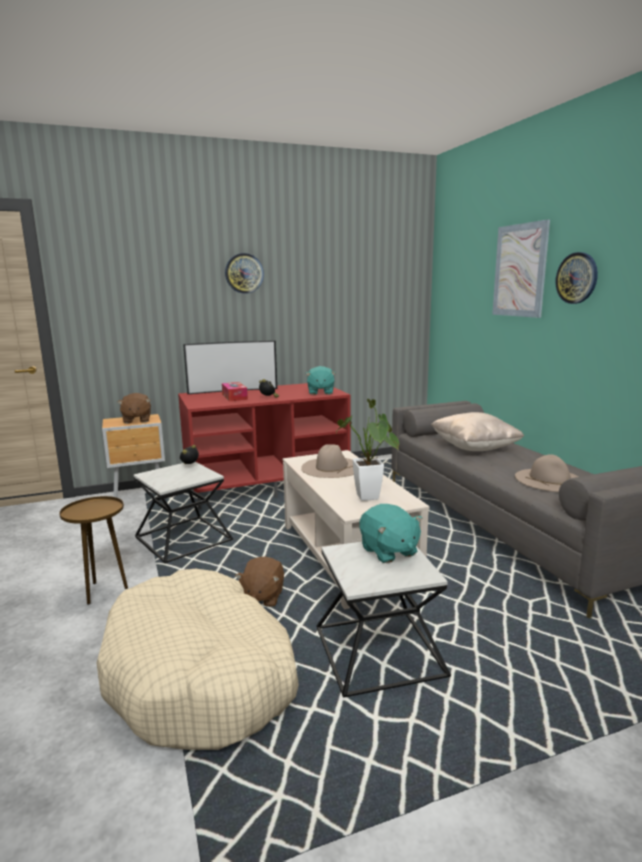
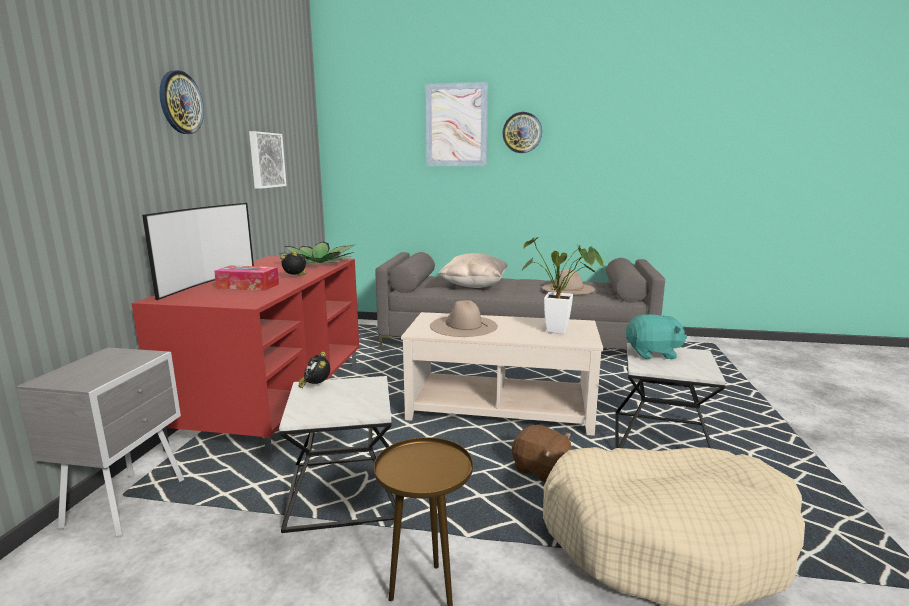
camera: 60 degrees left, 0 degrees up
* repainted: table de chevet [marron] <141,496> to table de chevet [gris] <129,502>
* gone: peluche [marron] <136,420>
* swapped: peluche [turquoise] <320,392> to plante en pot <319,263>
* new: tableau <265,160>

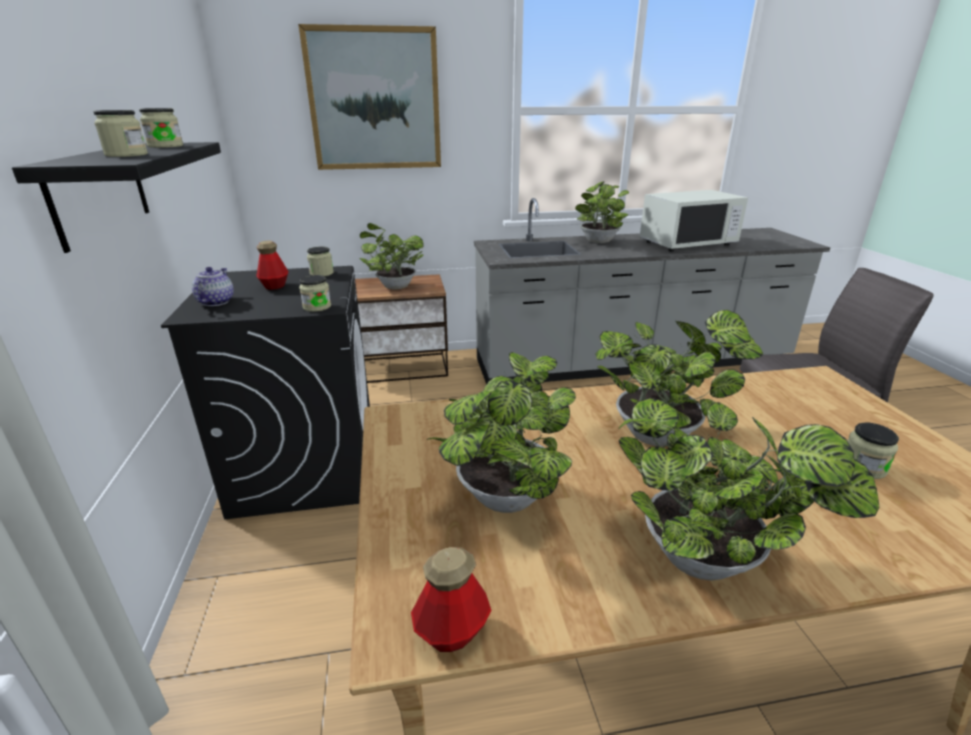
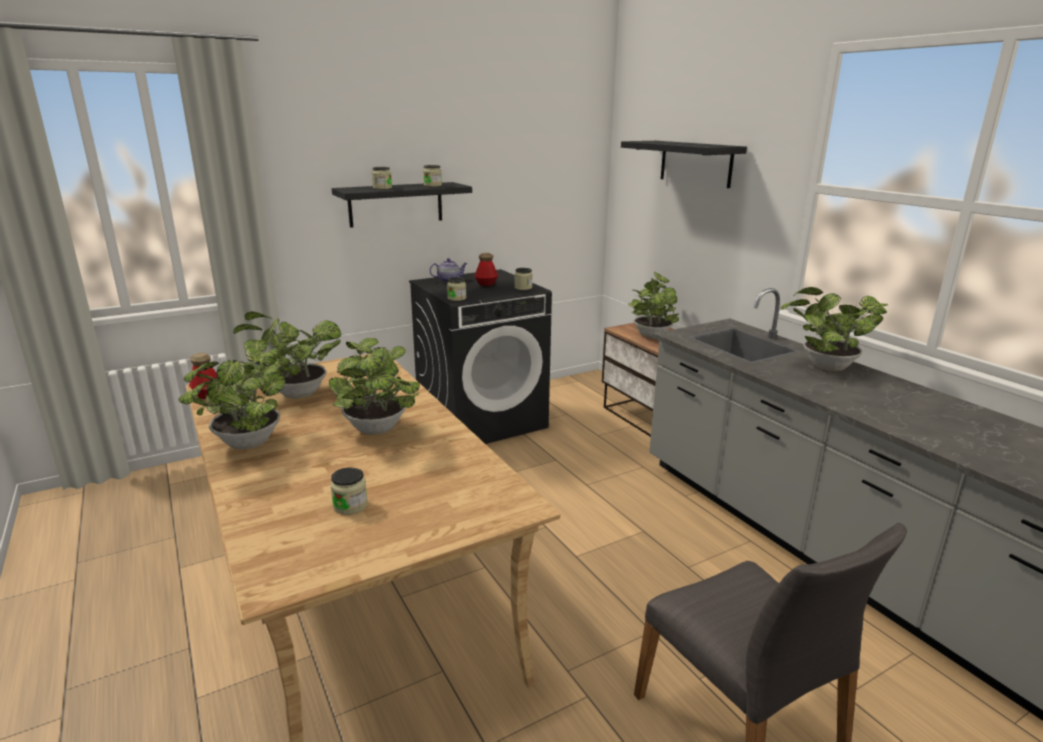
camera: 70 degrees right, 5 degrees down
* swapped: tableau <374,100> to étagère [noir] <695,163>
* gone: micro-ondes [blanc] <687,243>

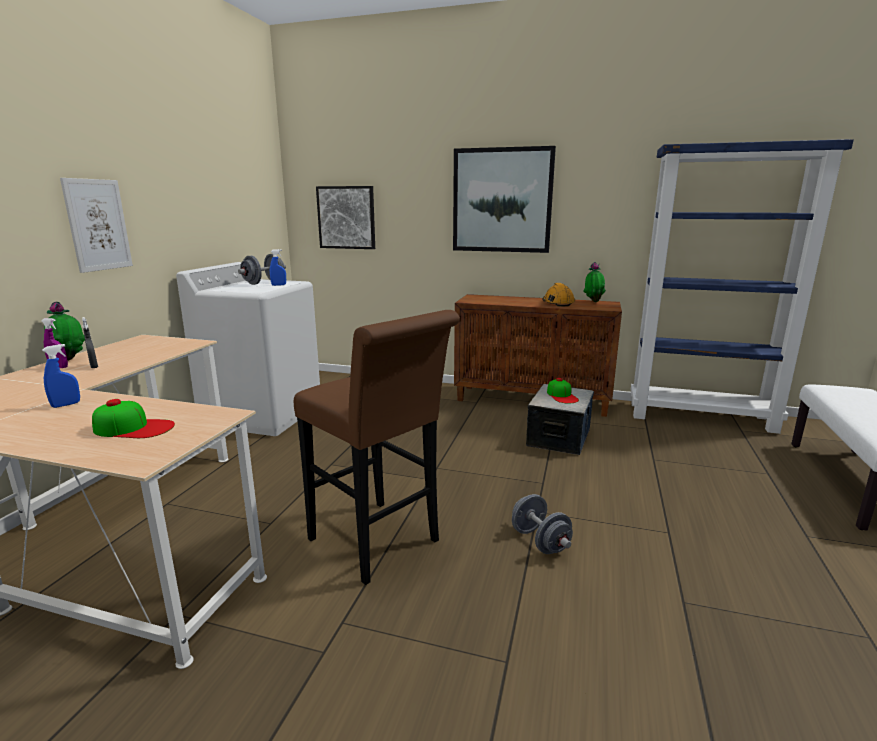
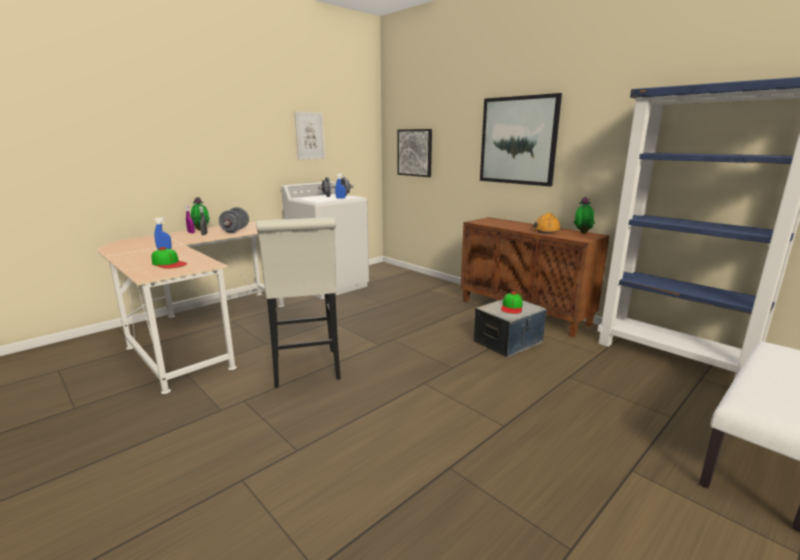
camera: 30 degrees right, 0 degrees up
* shifted: tableau <98,225> to <309,136>
* repainted: tabouret [marron] <379,544> to tabouret [blanc] <306,371>
* shifted: haltère [gris] <540,541> to <235,230>

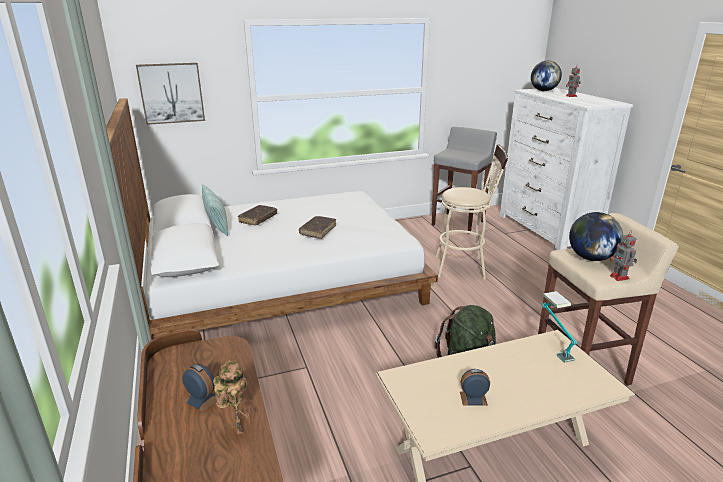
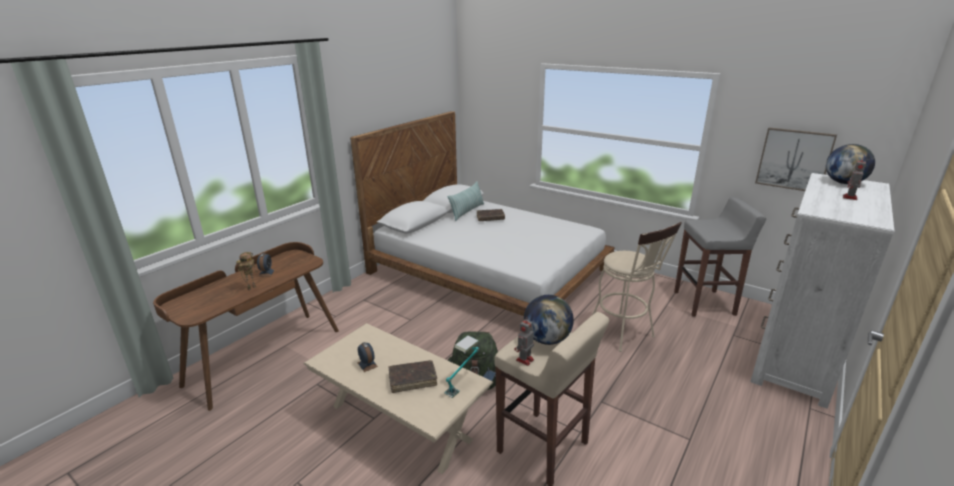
camera: 55 degrees right, 0 degrees up
* shifted: tableau <171,93> to <794,159>
* shifted: livre [marron] <318,231> to <412,380>

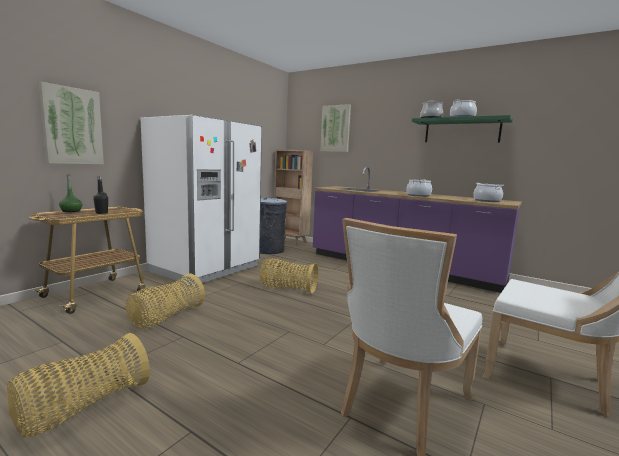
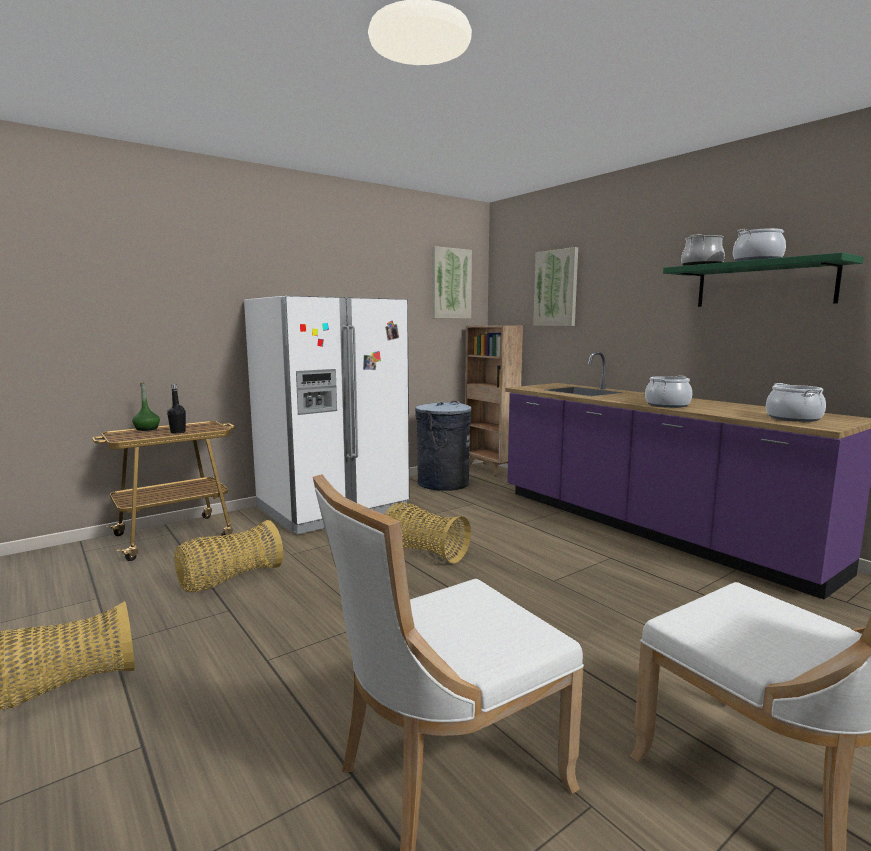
camera: 20 degrees right, 0 degrees up
* shifted: tableau <72,126> to <450,283>

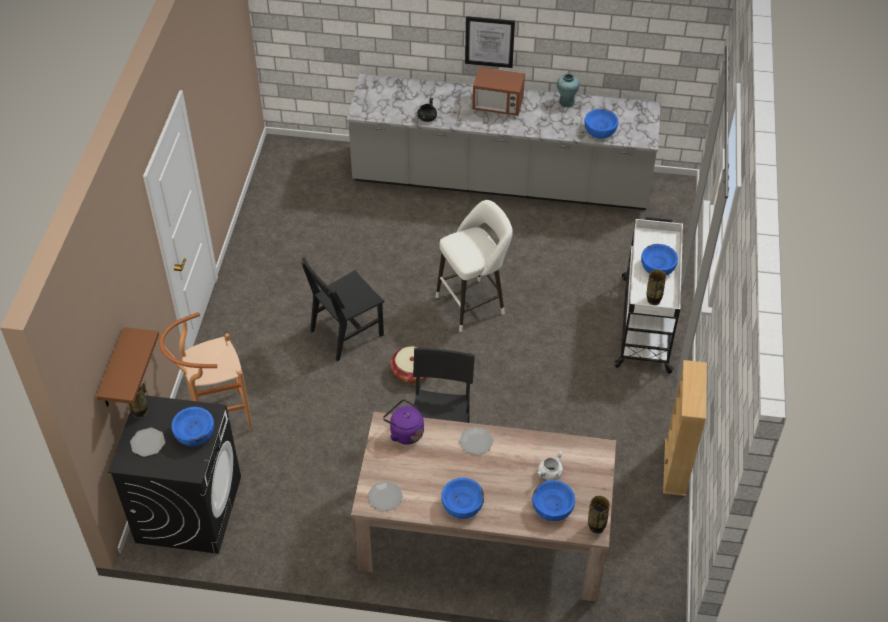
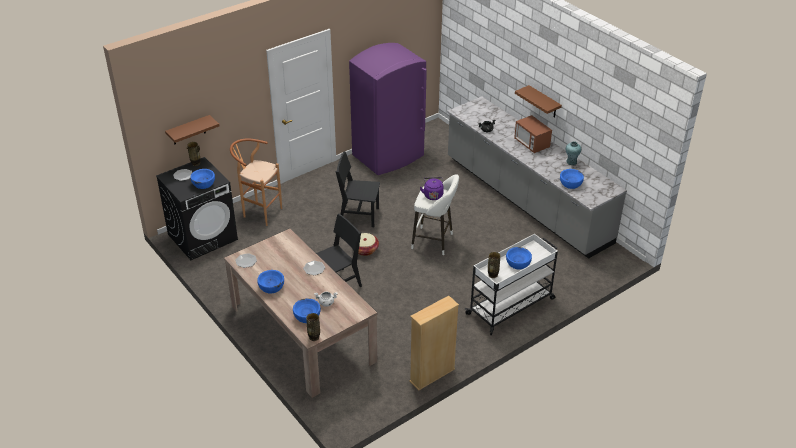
camera: 45 degrees right, 10 degrees down
* shifted: bouilloire [violet] <404,432> to <433,195>
* swapped: tableau <489,41> to étagère [marron] <544,102>
* new: réfrigérateur [violet] <389,156>

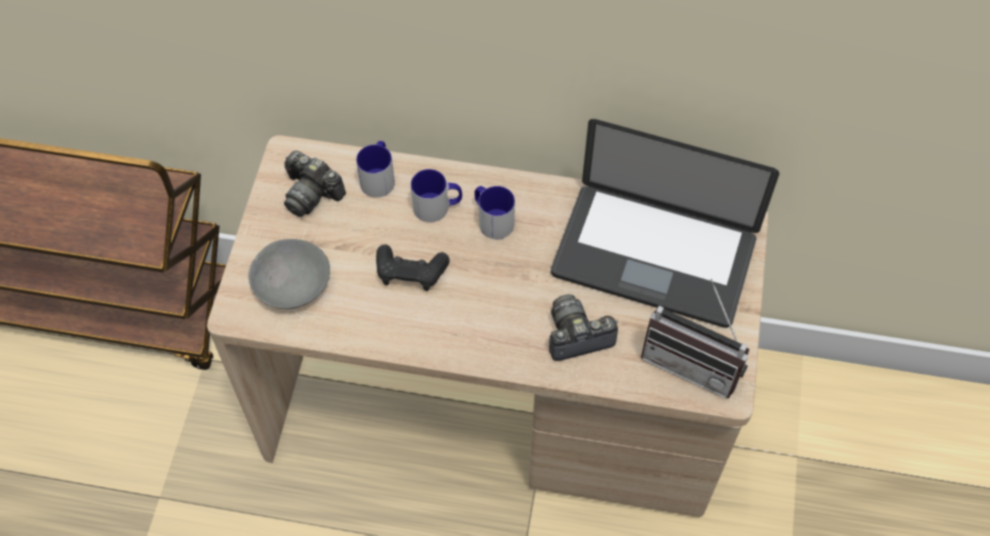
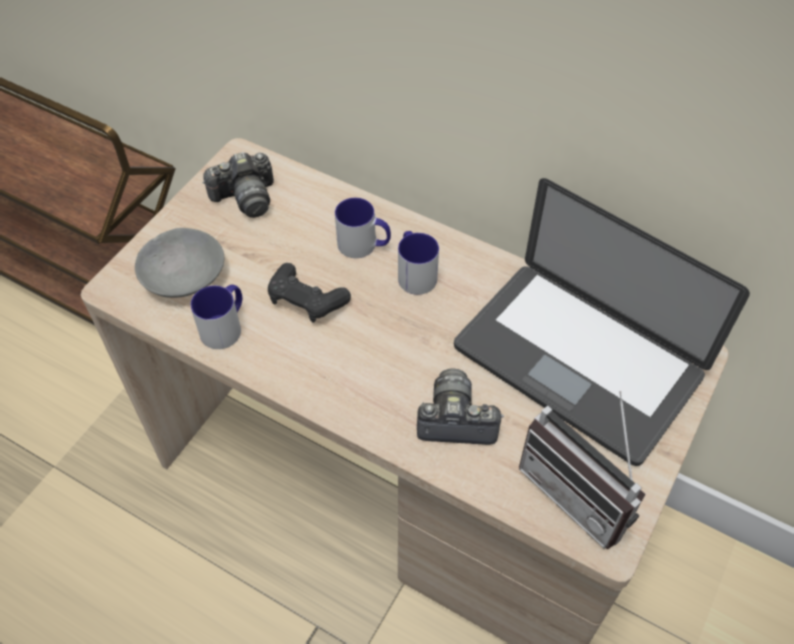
camera: 20 degrees right, 5 degrees down
* rotated: appareil photo <311,193> = <245,197> 75 degrees counterclockwise
* shifted: mug <379,177> to <225,326>

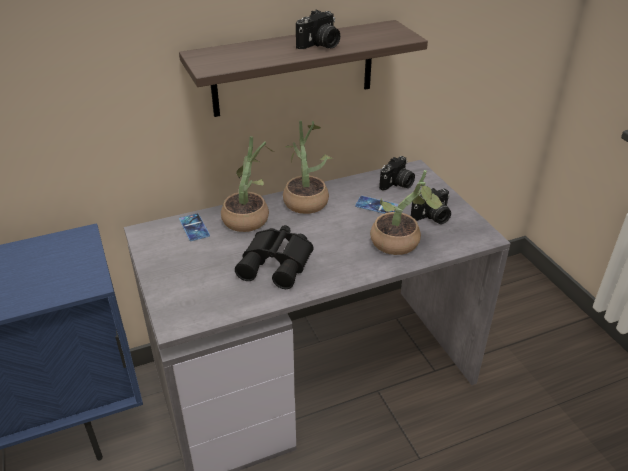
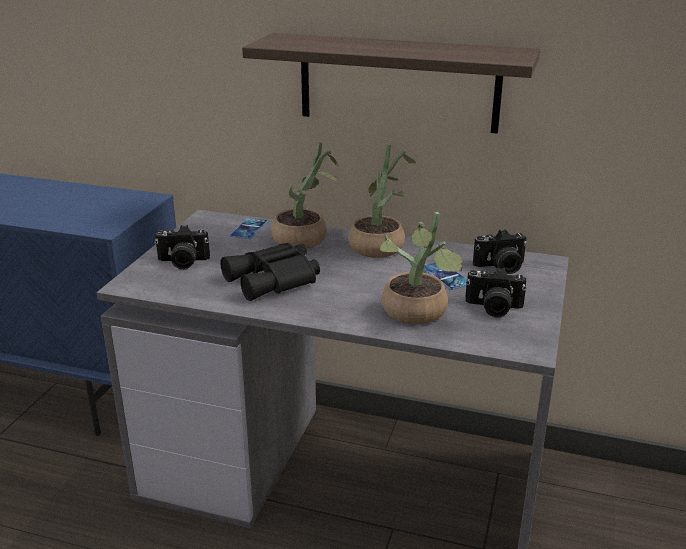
camera: 40 degrees right, 10 degrees down
* shifted: appareil photo <320,45> to <182,262>

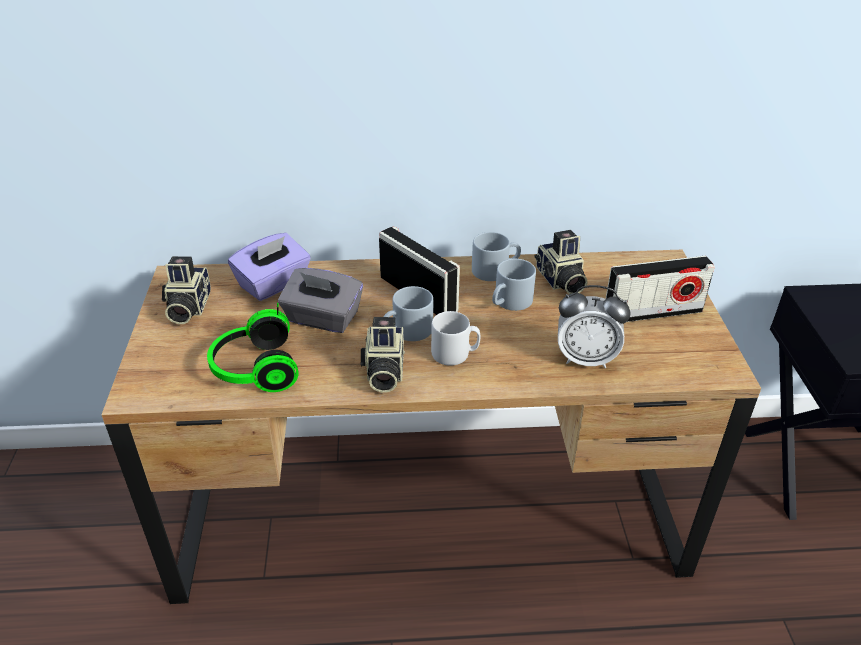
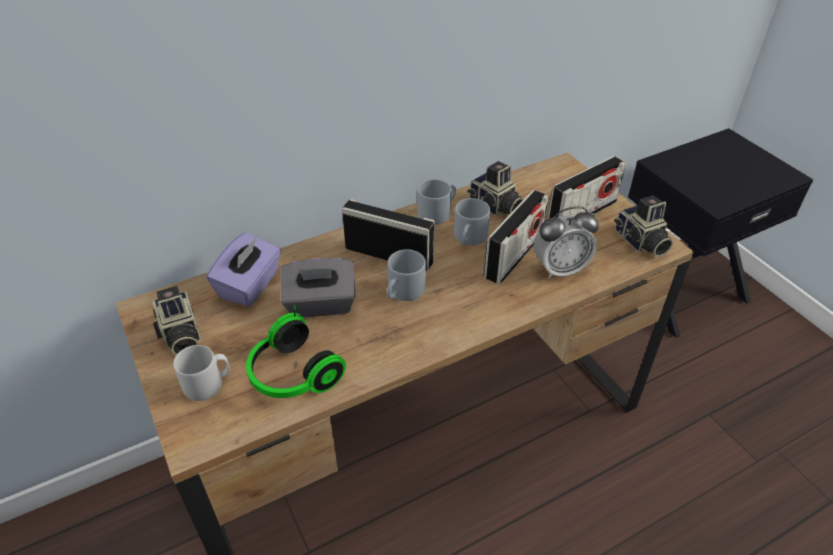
camera: 25 degrees left, 5 degrees up
* shifted: appareil photo <383,371> to <640,242>
* shifted: mug [gris] <455,354> to <208,384>
* new: radio <513,256>

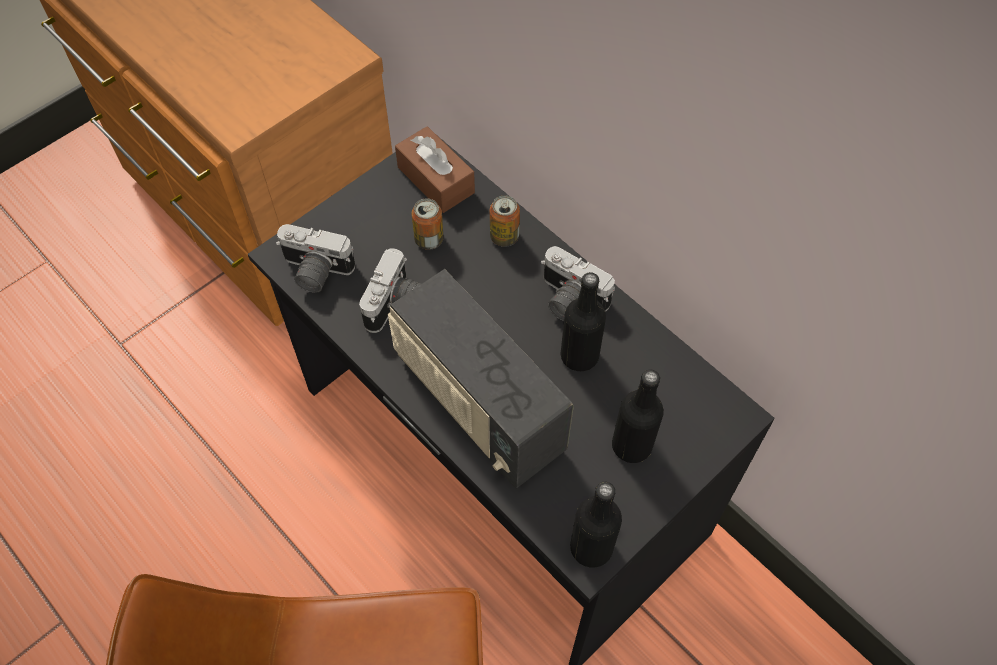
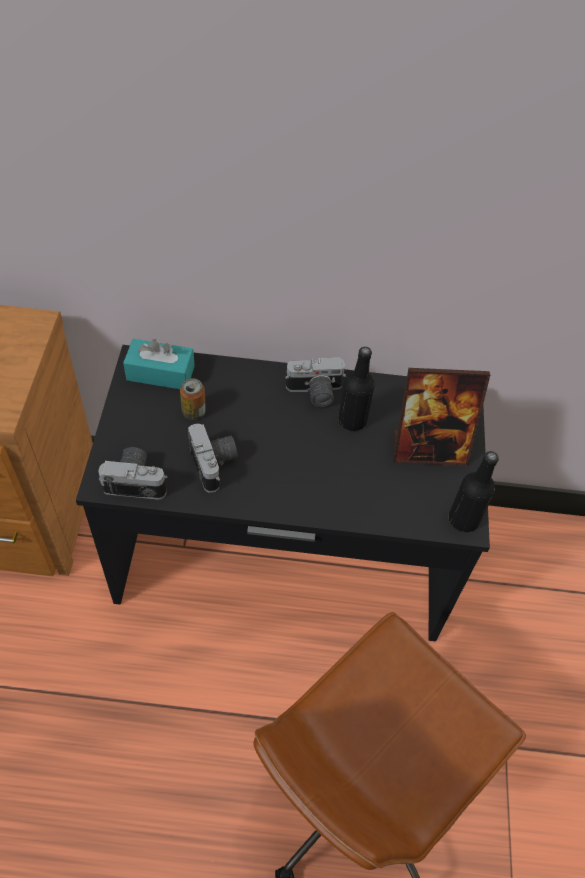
camera: 45 degrees left, 5 degrees down
* rotated: appareil photo <314,272> = <137,480> 150 degrees counterclockwise
* gone: radio <478,406>
* repainted: boîte à mouchoirs [marron] <436,180> to boîte à mouchoirs [turquoise] <160,373>
* gone: boîte métallique <504,236>
* swapped: bouteille [noir] <631,445> to cadre photo <428,449>

